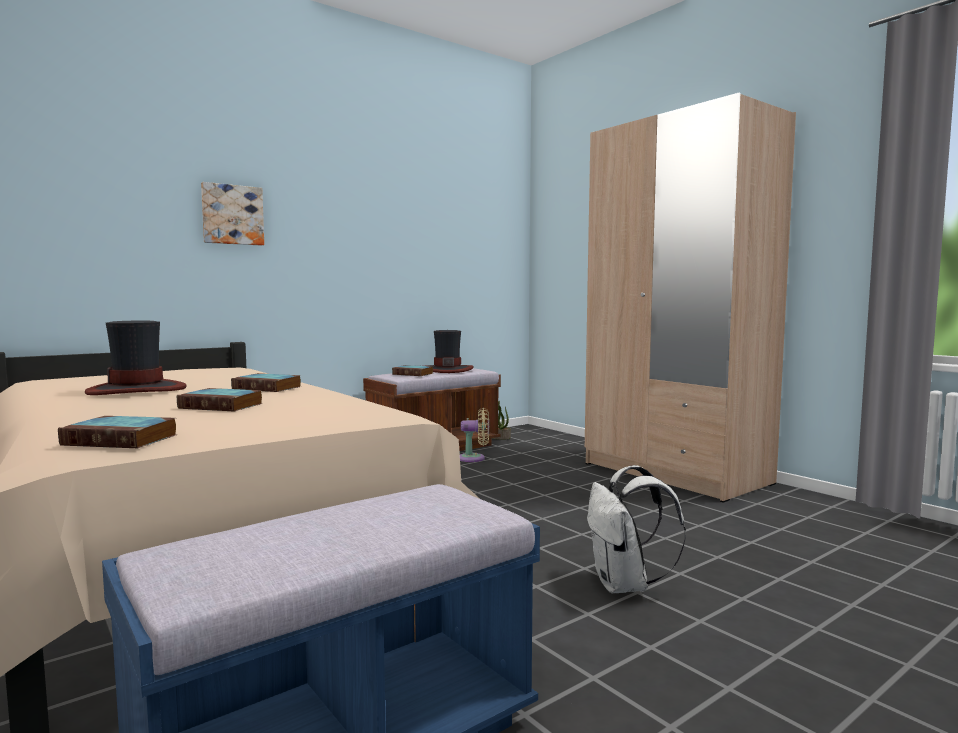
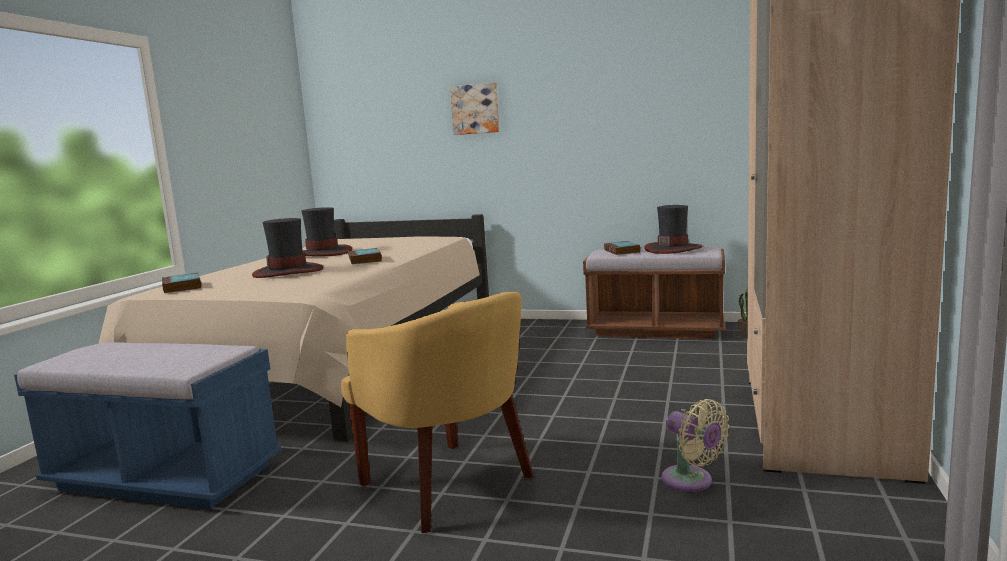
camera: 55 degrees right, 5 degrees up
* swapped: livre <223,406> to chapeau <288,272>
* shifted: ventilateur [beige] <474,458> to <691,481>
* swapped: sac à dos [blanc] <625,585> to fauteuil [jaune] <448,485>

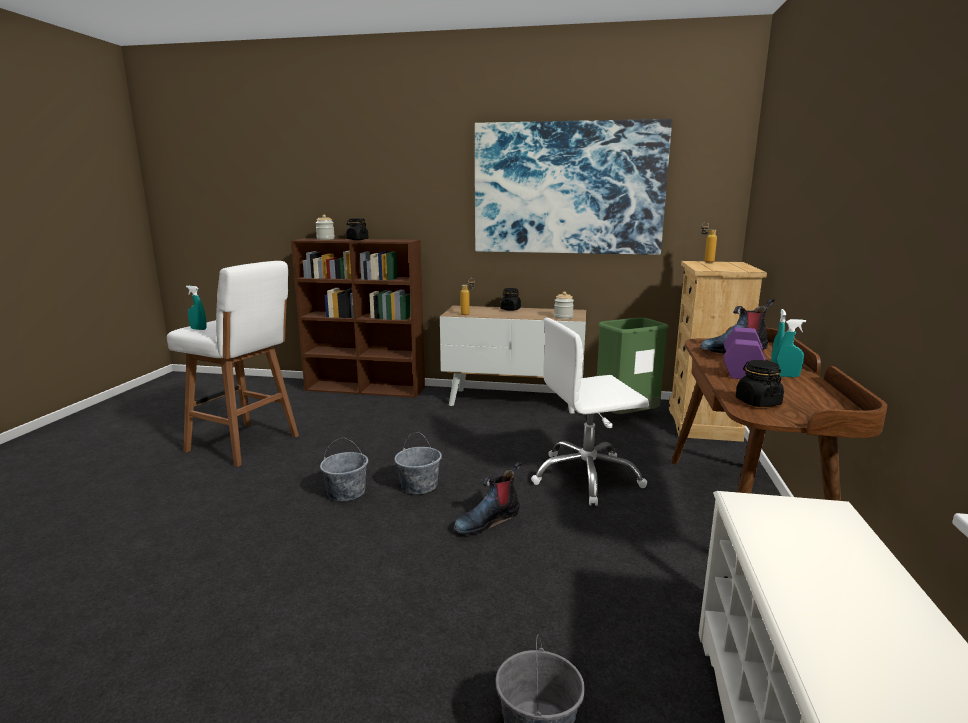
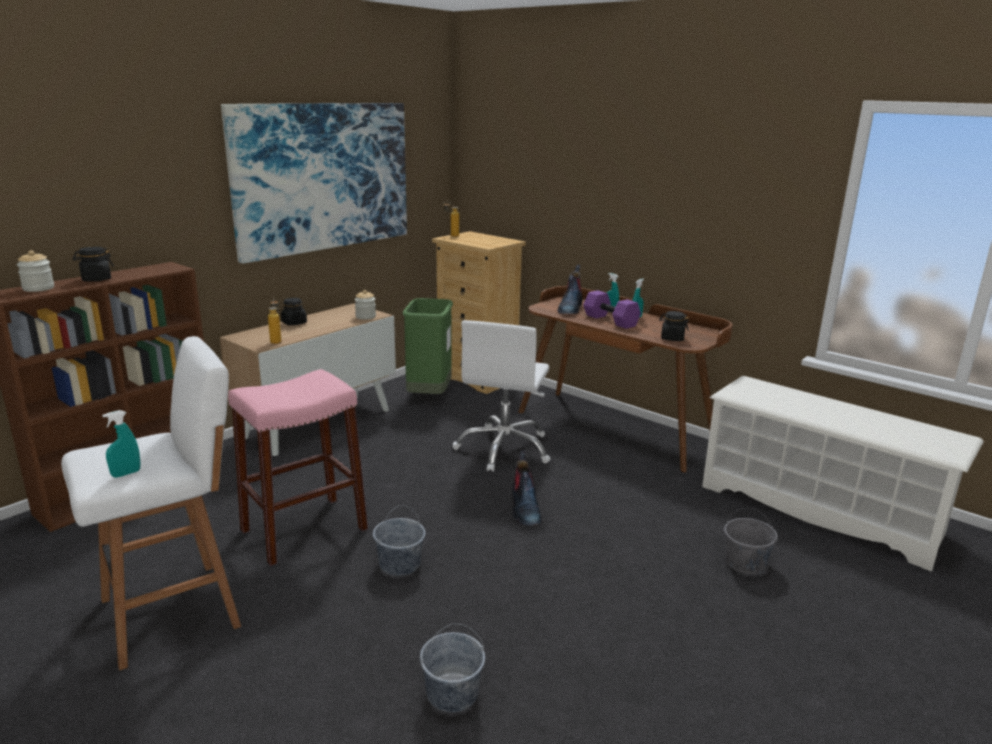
camera: 60 degrees left, 5 degrees up
* shifted: seau [gris] <418,486> to <452,693>
* new: tabouret [rose] <304,529>

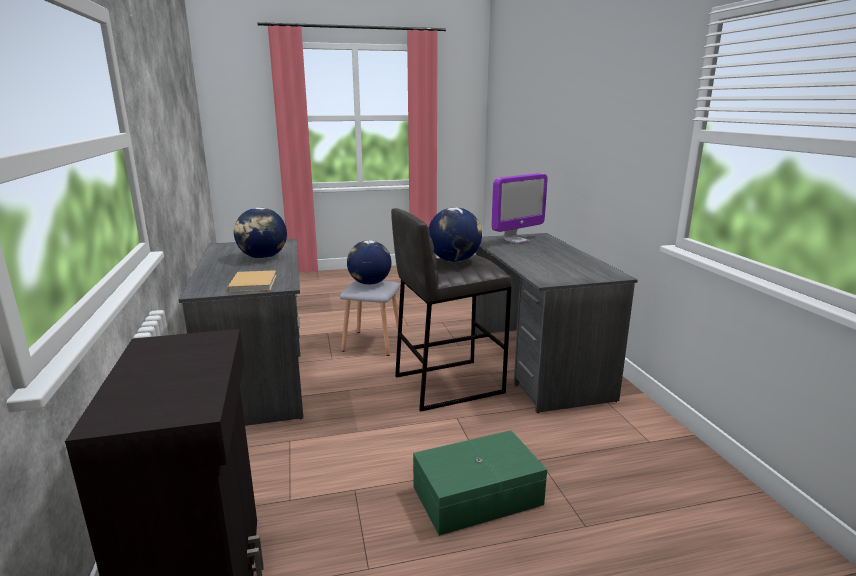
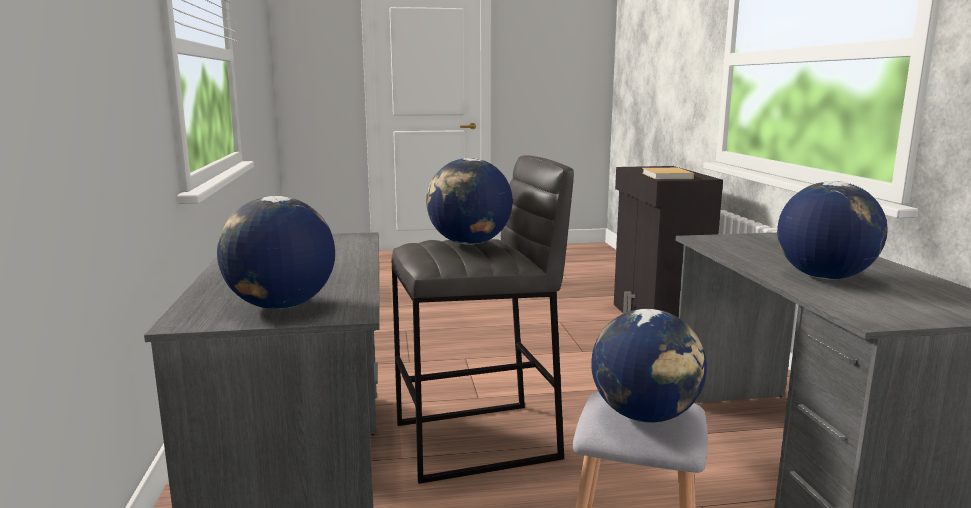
camera: 175 degrees left, 5 degrees down
* shifted: livre [beige] <253,283> to <667,176>
* gone: boîte de rangement [vert] <475,495>
* swapped: écran d'ordinateur <516,240> to globe <280,306>

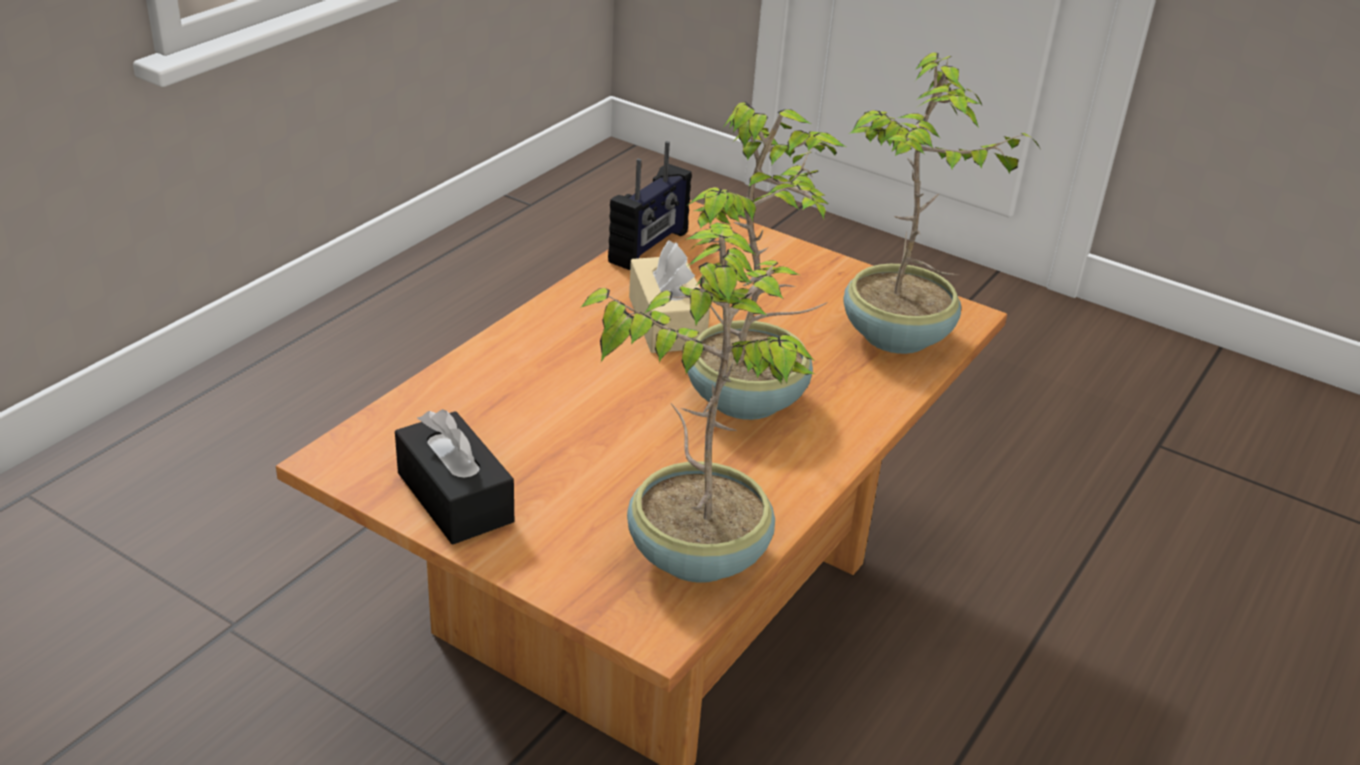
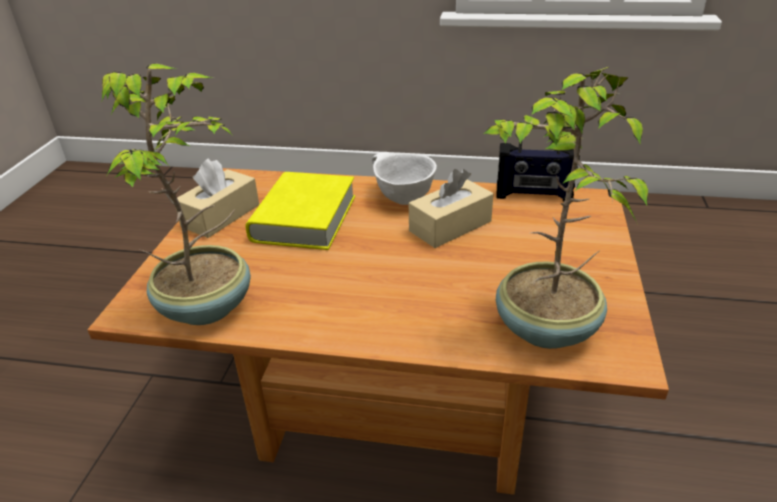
camera: 70 degrees right, 0 degrees up
* repainted: boîte à mouchoirs [noir] <455,497> to boîte à mouchoirs [beige] <221,216>
* gone: plante en pot <749,399>
* new: livre [jaune] <304,218>
* new: bol [blanc] <403,198>

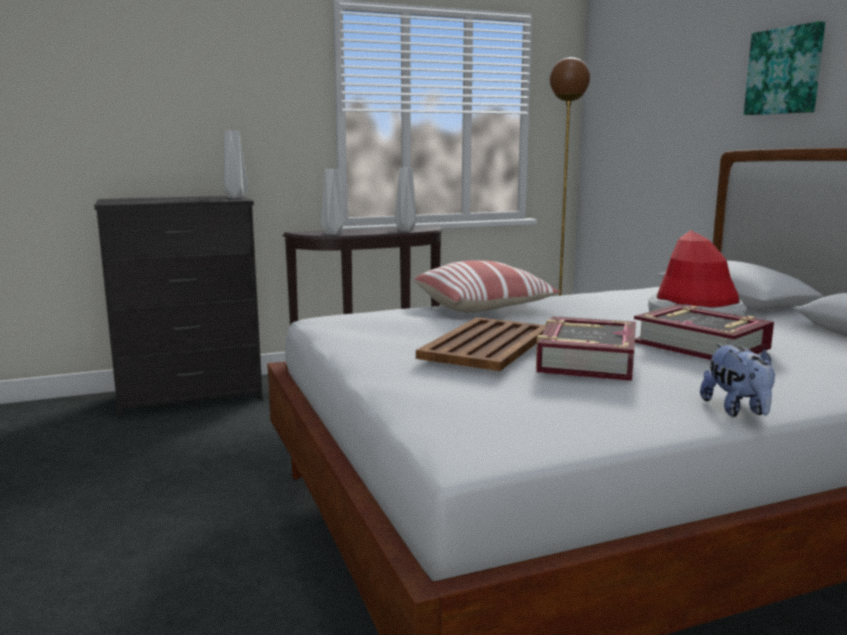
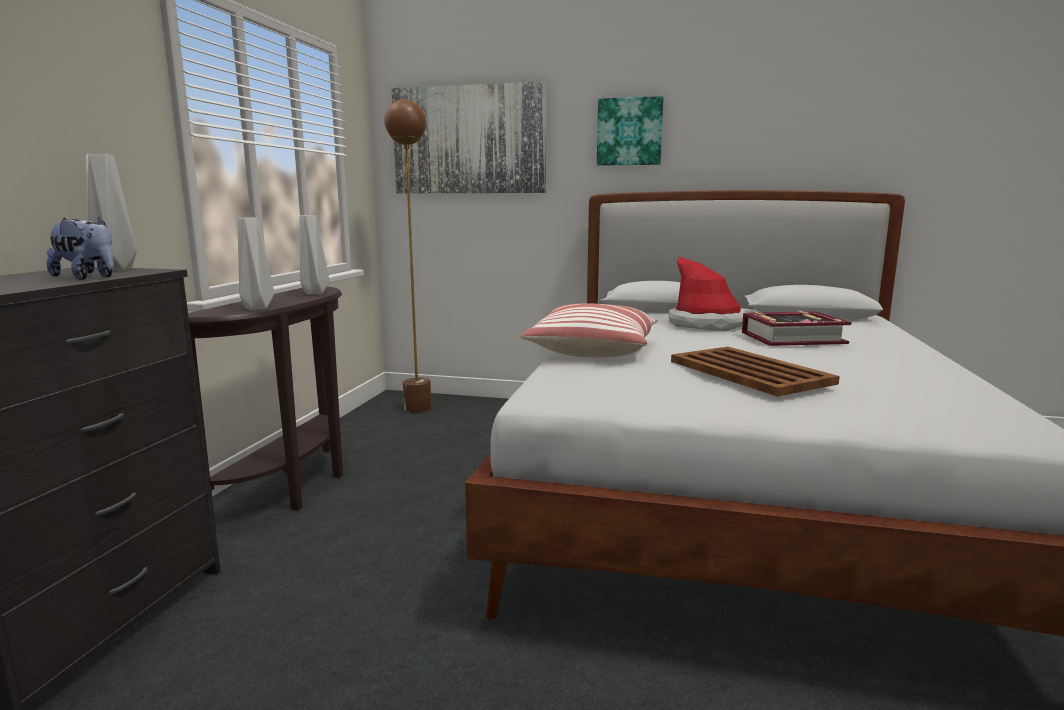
camera: 55 degrees left, 0 degrees up
* gone: livre <586,360>
* shifted: peluche <737,410> to <88,277>
* new: tableau <469,140>

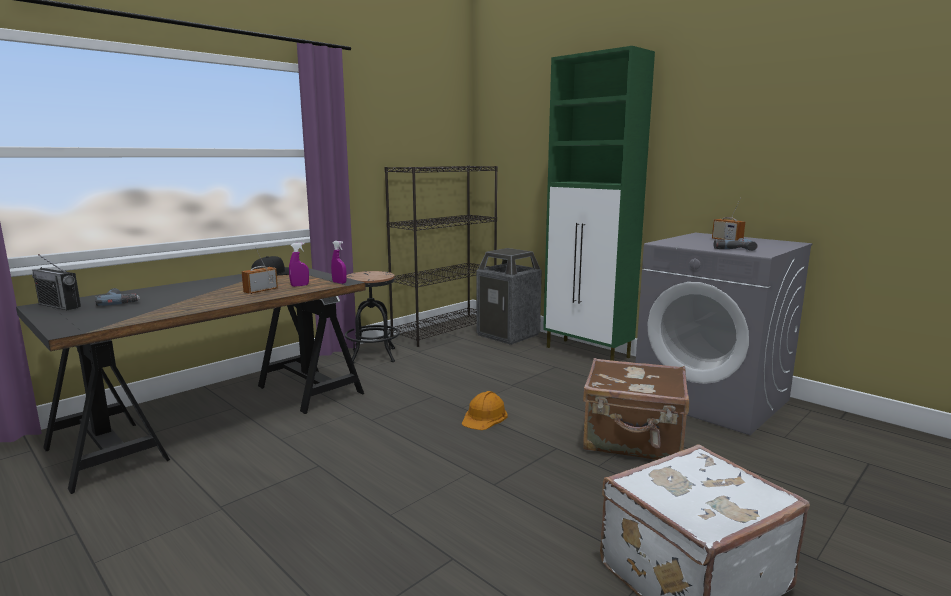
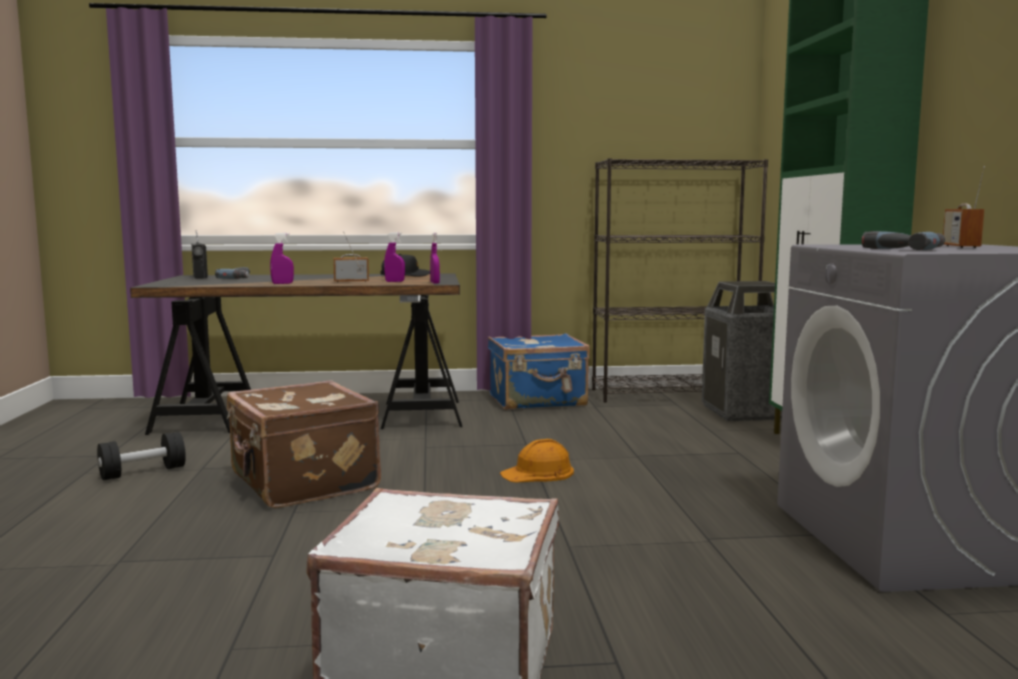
camera: 40 degrees right, 5 degrees down
* swapped: tabouret [noir] <373,356> to valise [bleu] <538,401>
* shifted: valise [marron] <633,440> to <302,483>
* new: haltère [noir] <143,472>
* new: vaporisateur [violet] <282,283>

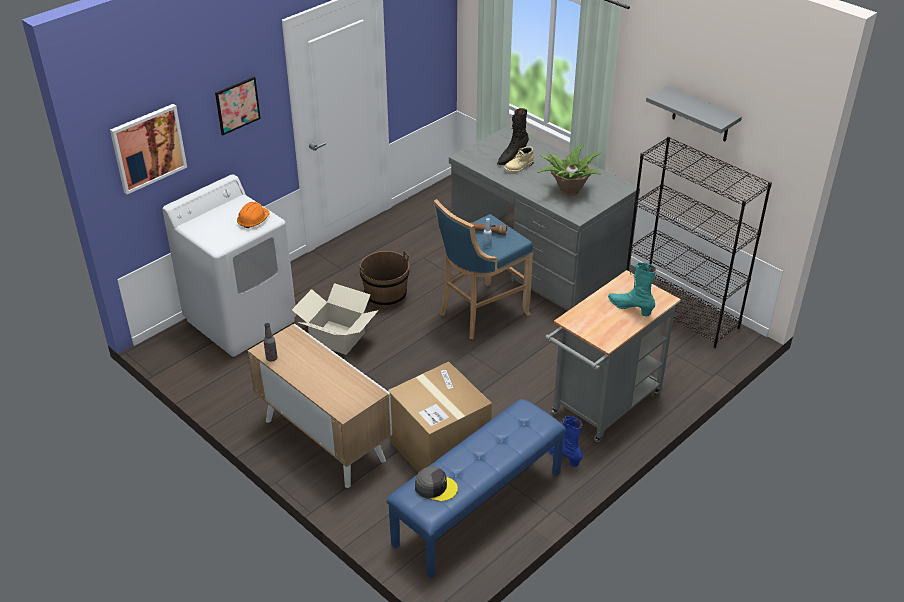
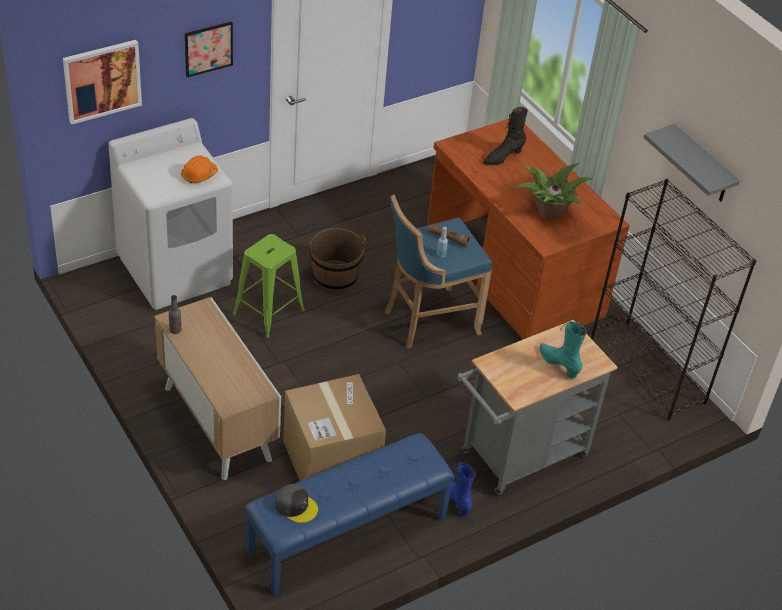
camera: 10 degrees right, 5 degrees up
* swapped: carton <337,337> to tabouret [vert] <268,313>
* repainted: bureau [gris] <537,262> to bureau [marron] <512,275>
* gone: botte [beige] <519,167>

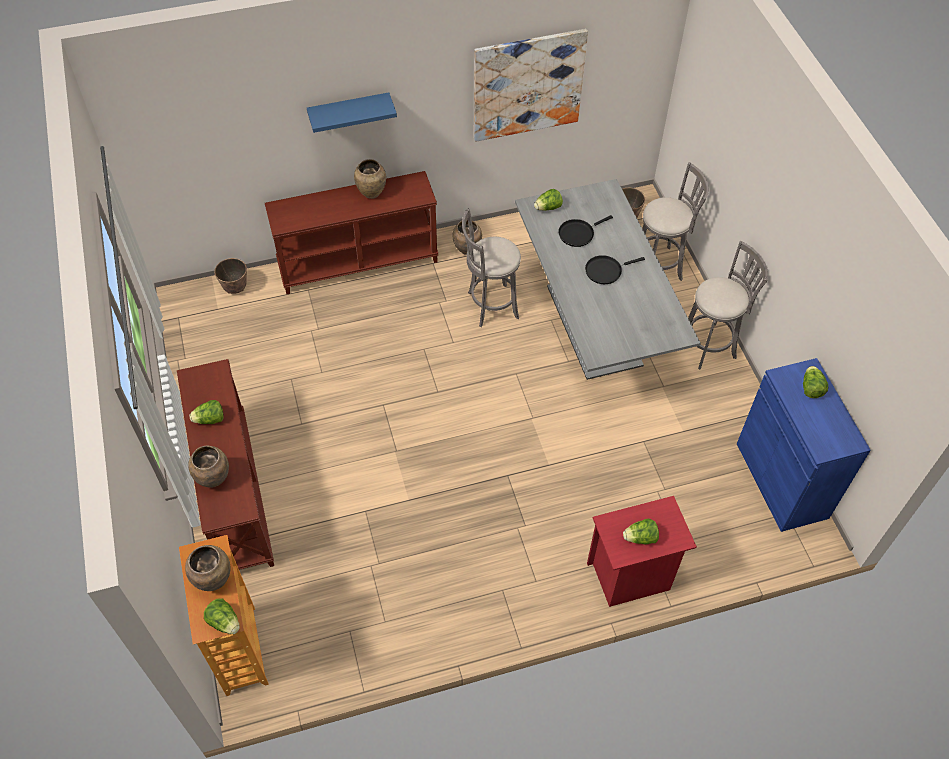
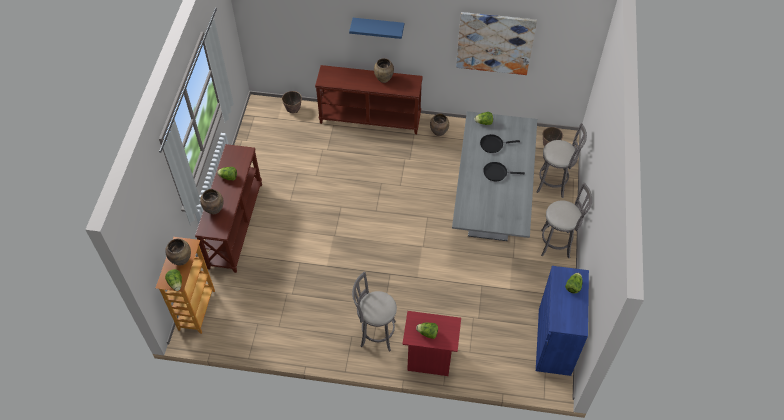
camera: 25 degrees right, 0 degrees up
* shifted: tabouret [gris] <490,306> to <375,333>

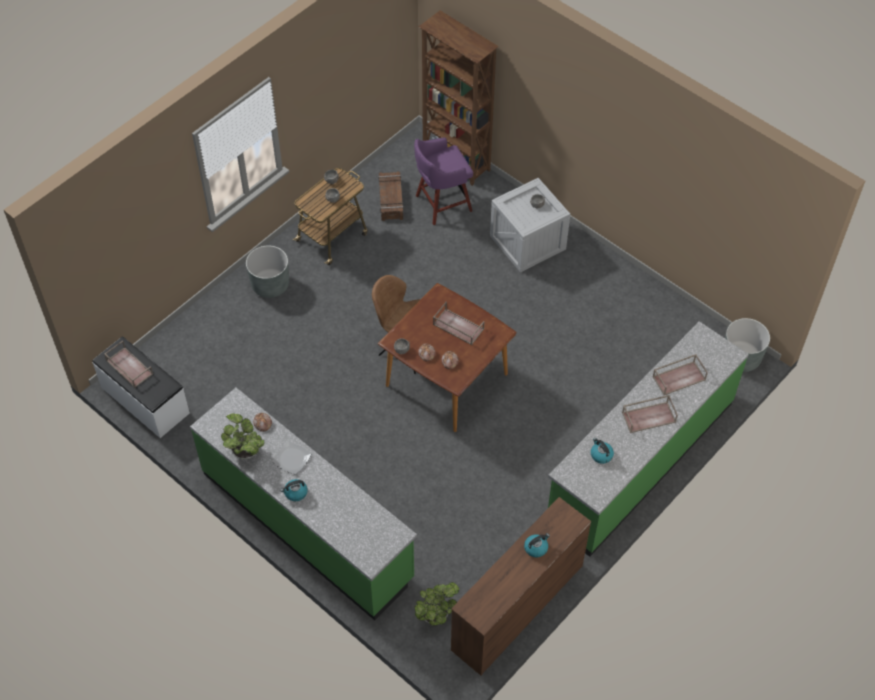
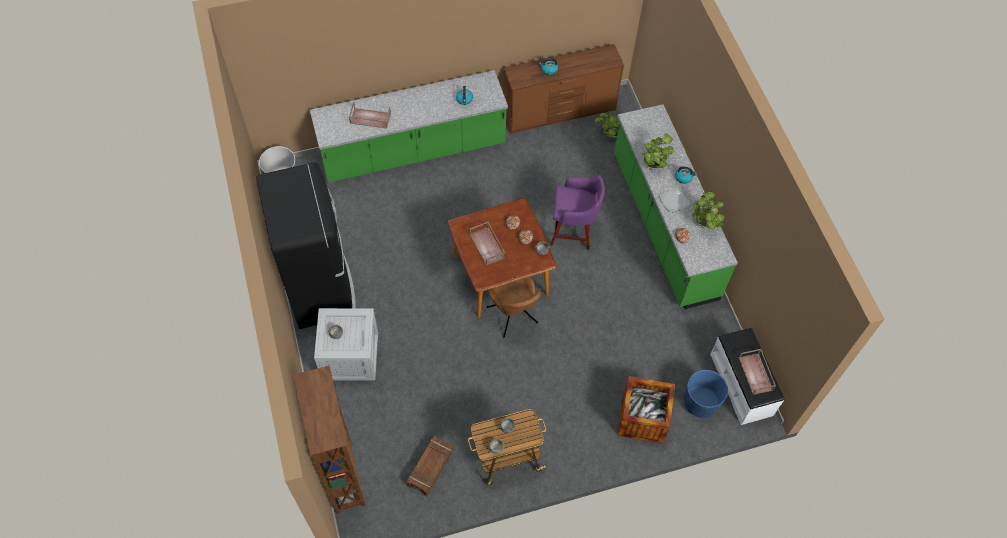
camera: 150 degrees left, 5 degrees up
* gone: cache-pot [gris] <270,285>
* shifted: tabouret [violet] <442,204> to <573,231>
* gone: plateau [marron] <649,417>
* new: réfrigérateur [noir] <320,285>
* new: caisse <642,418>
* new: plante en pot <654,163>
* new: cache-pot [bleu] <700,402>

